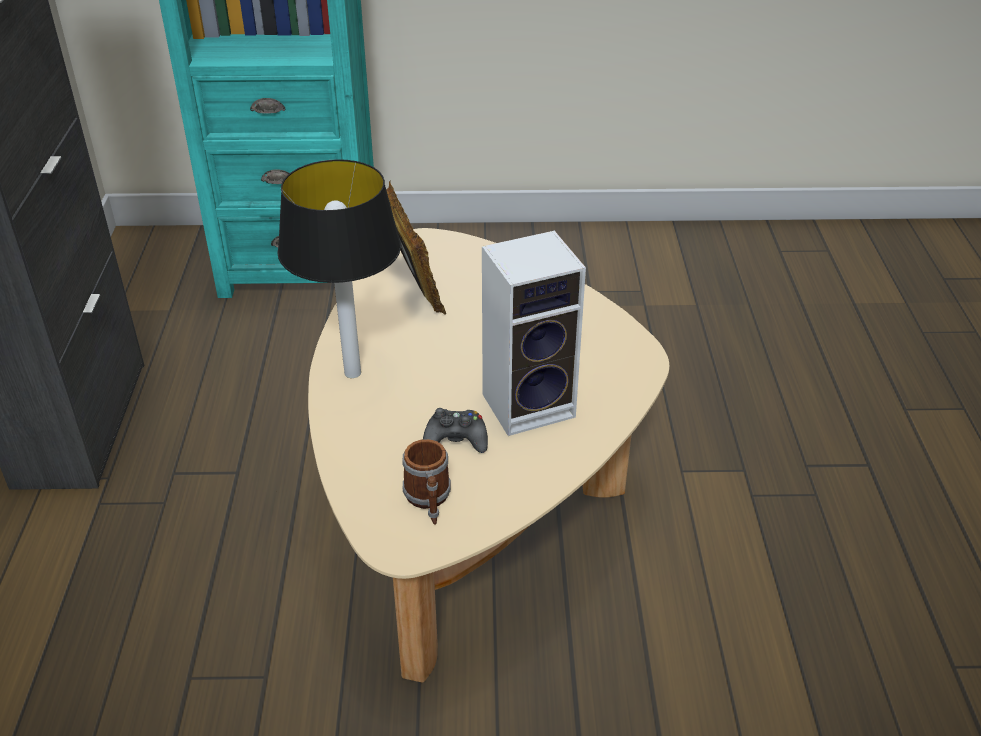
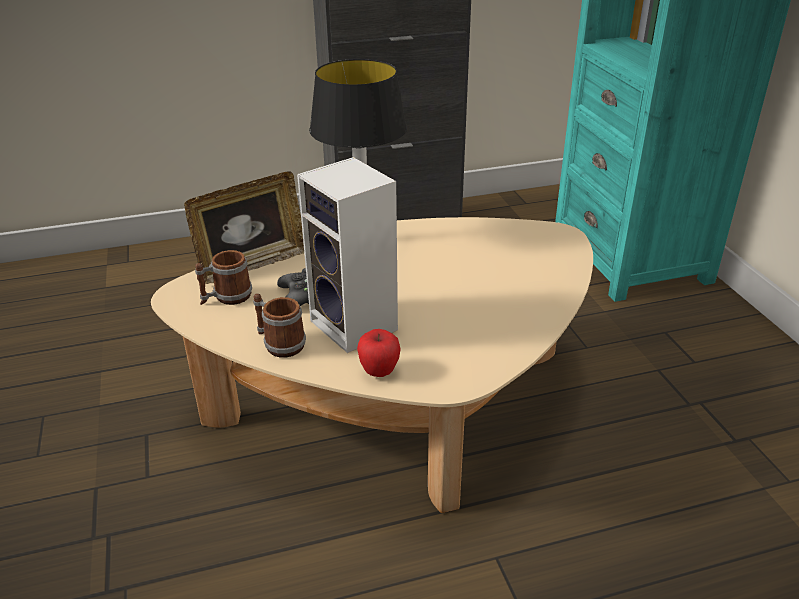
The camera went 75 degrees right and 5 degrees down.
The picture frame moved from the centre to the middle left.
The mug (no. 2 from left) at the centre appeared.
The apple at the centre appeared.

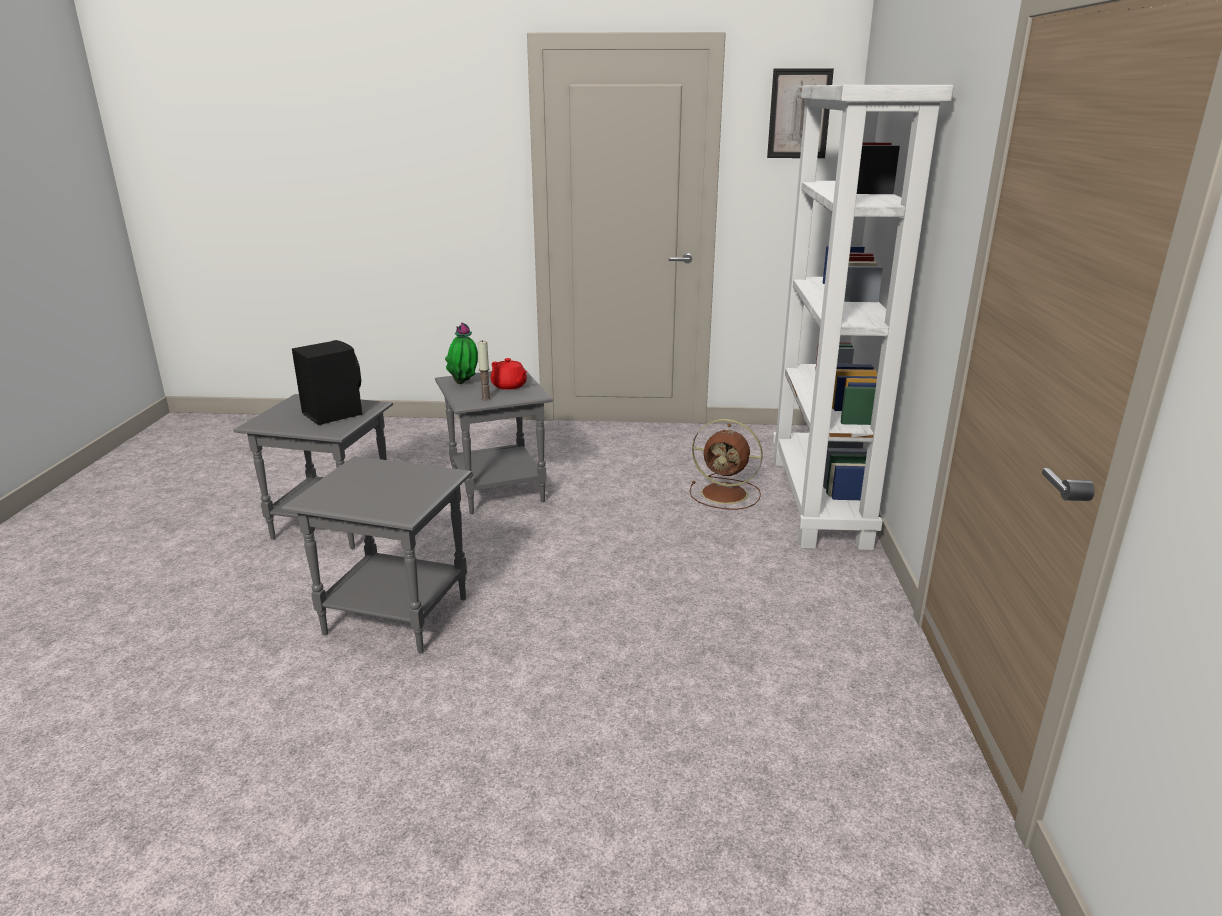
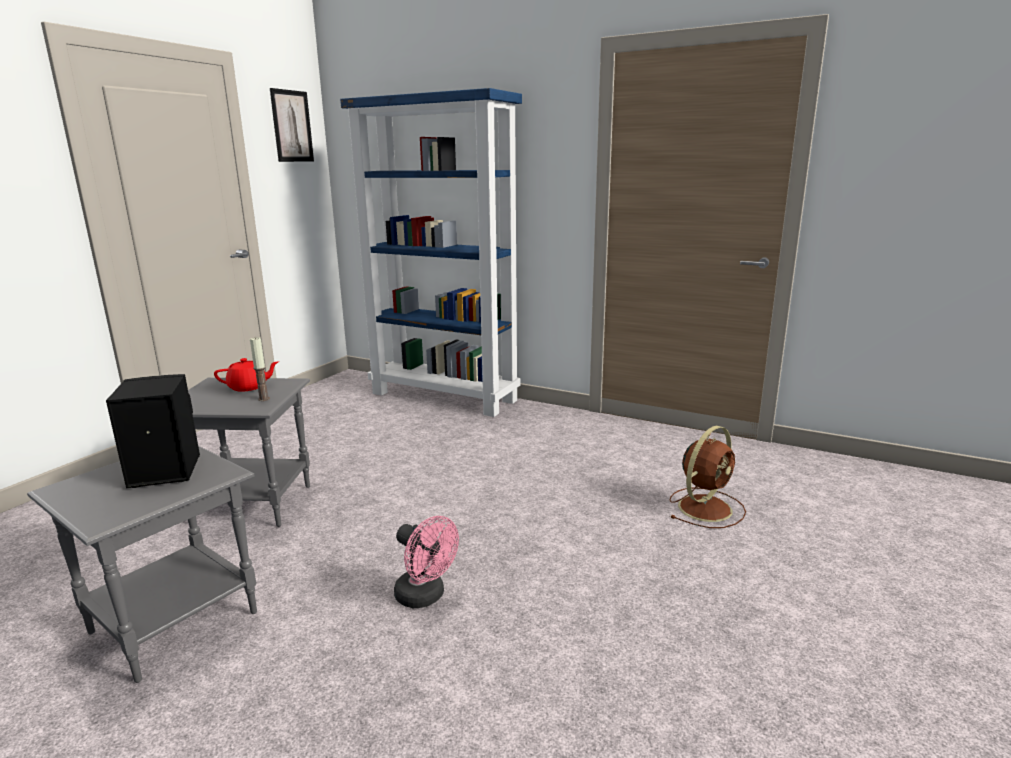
The camera went 65 degrees left and 5 degrees down.
The white bookcase at the middle right became the blue bookcase at the top centre.
The potted plant at the centre disappeared.
The brown fan moved from the centre to the middle right.
The grey side table (no. 2 from left) at the middle left was replaced by the pink fan at the bottom centre.

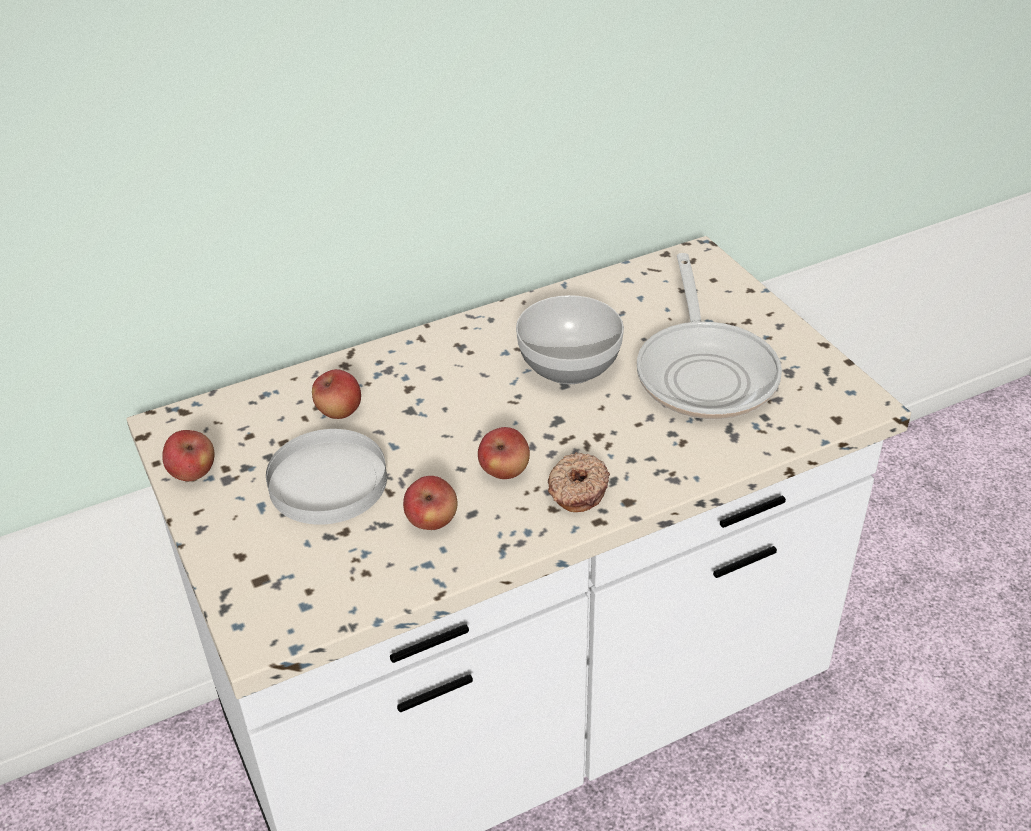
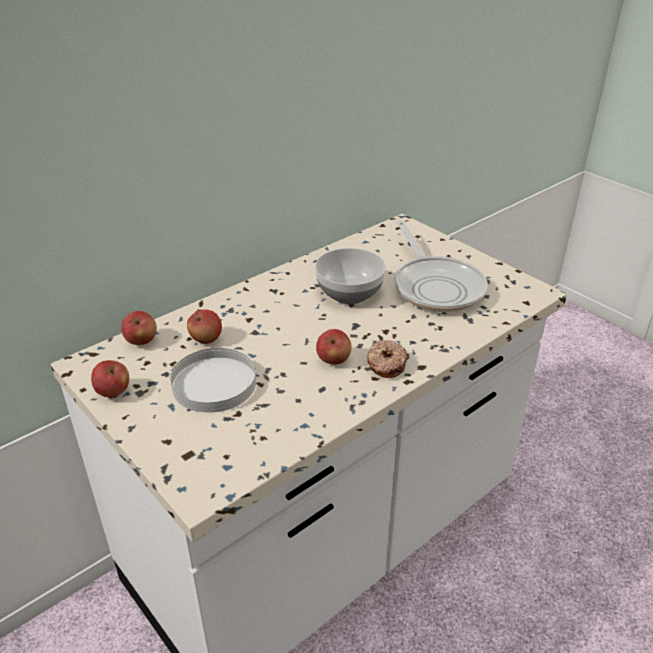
The camera went 15 degrees left and 5 degrees down.
The apple (no. 3 from left in the first image) moved from the centre to the middle left.

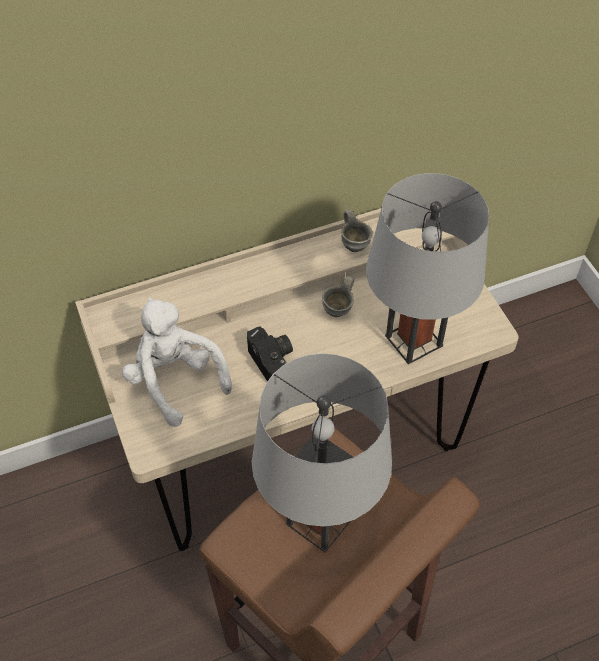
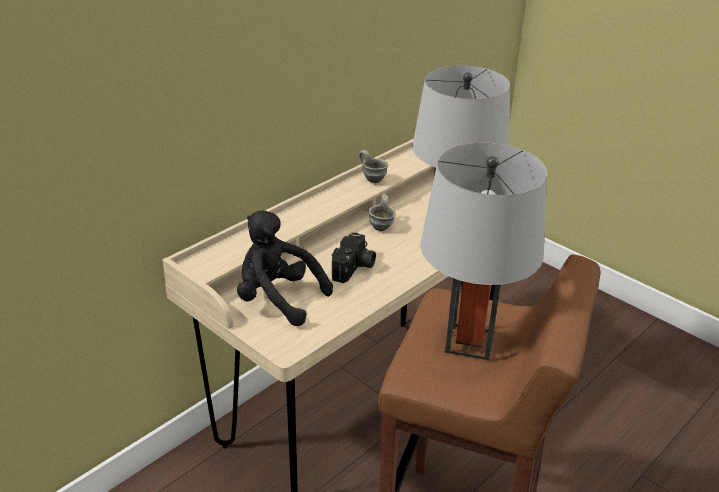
The camera went 25 degrees left and 20 degrees down.
The white plush toy at the middle left became the black plush toy at the centre.
The photo camera at the centre turned 75 degrees clockwise.

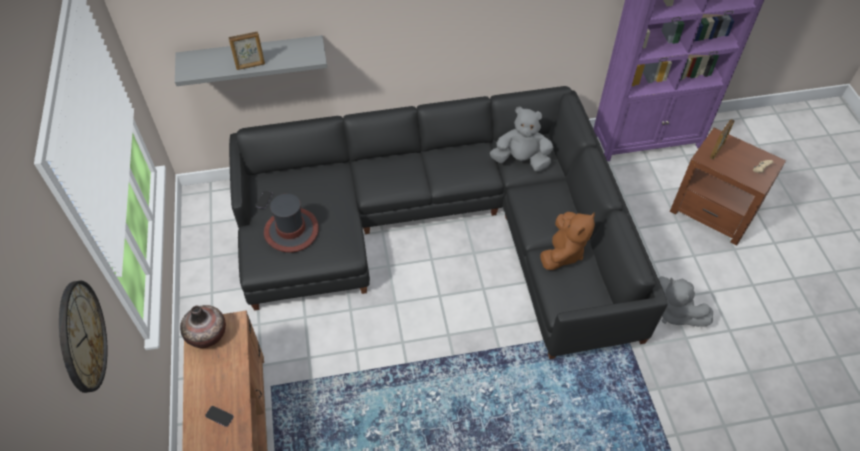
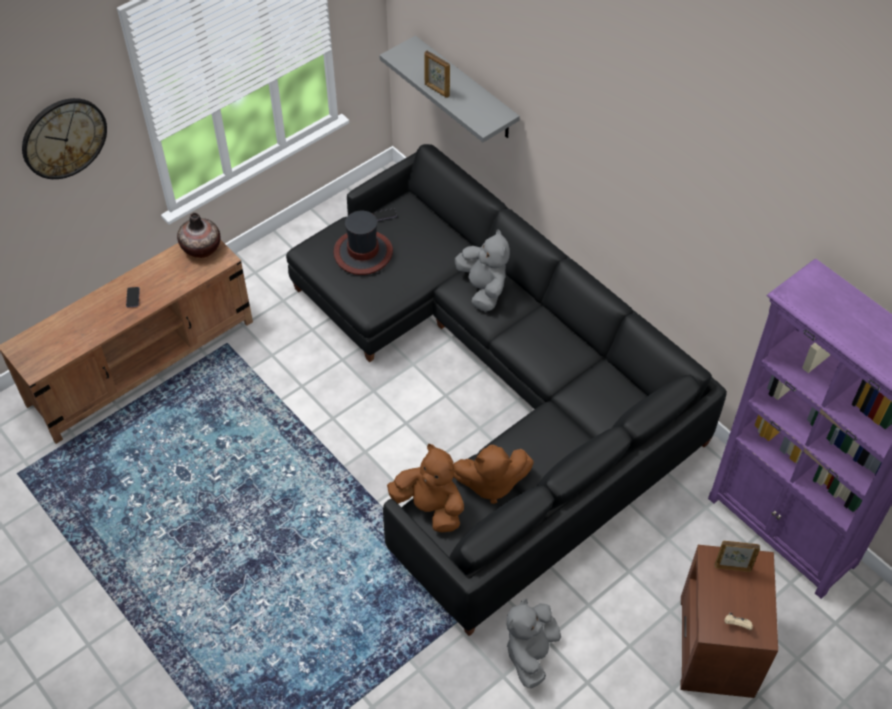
The camera went 60 degrees right and 0 degrees up.
The grey plush toy (no. 1 from left) moved from the top centre to the centre.
The brown plush toy (no. 1 from left) at the bottom centre appeared.

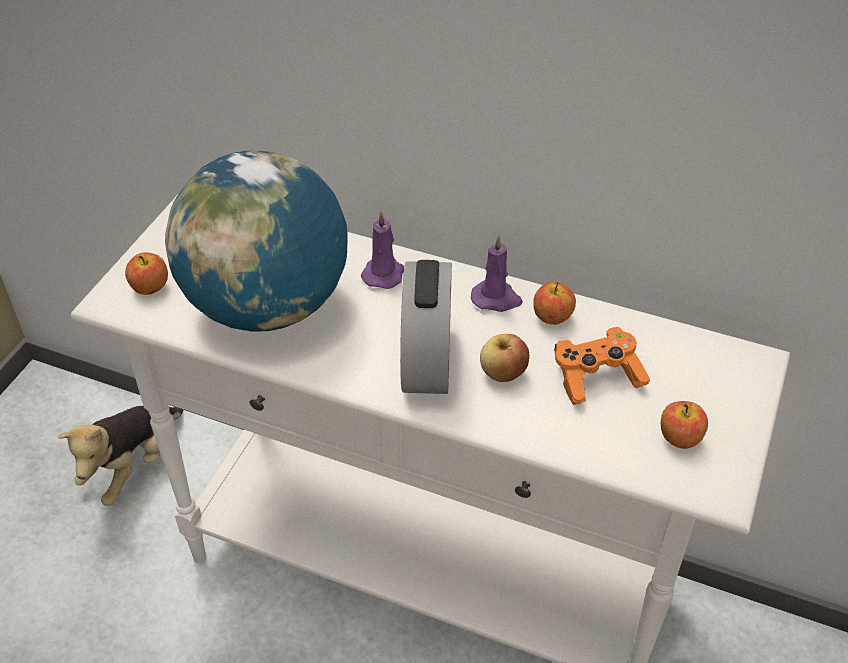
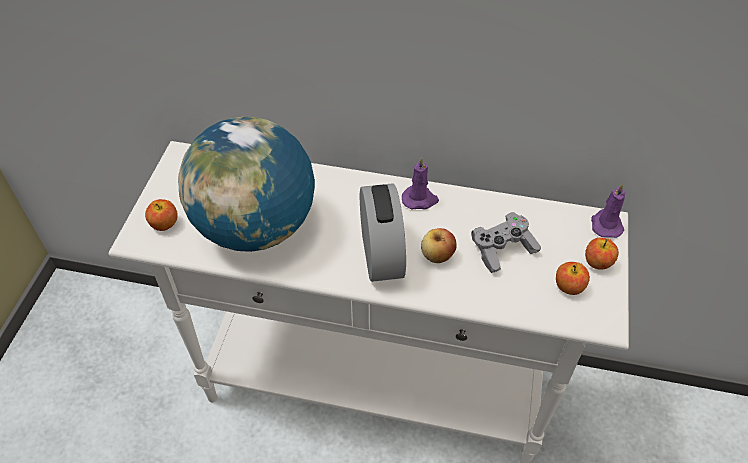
The camera went 10 degrees left and 5 degrees up.
The purple candle (no. 1 from left in the first image) moved from the centre to the middle right.
The apple (no. 3 from left in the first image) moved from the centre to the middle right.
The orange game controller at the middle right became the grey game controller at the middle right.
The plush toy at the bottom left disappeared.

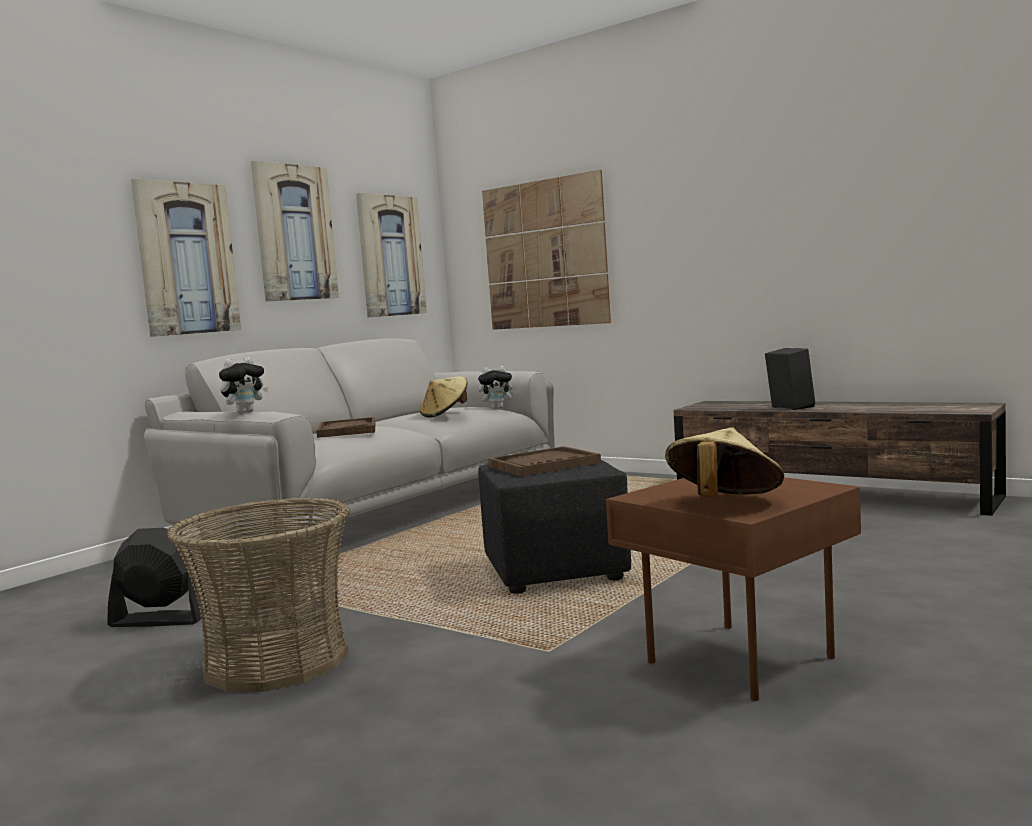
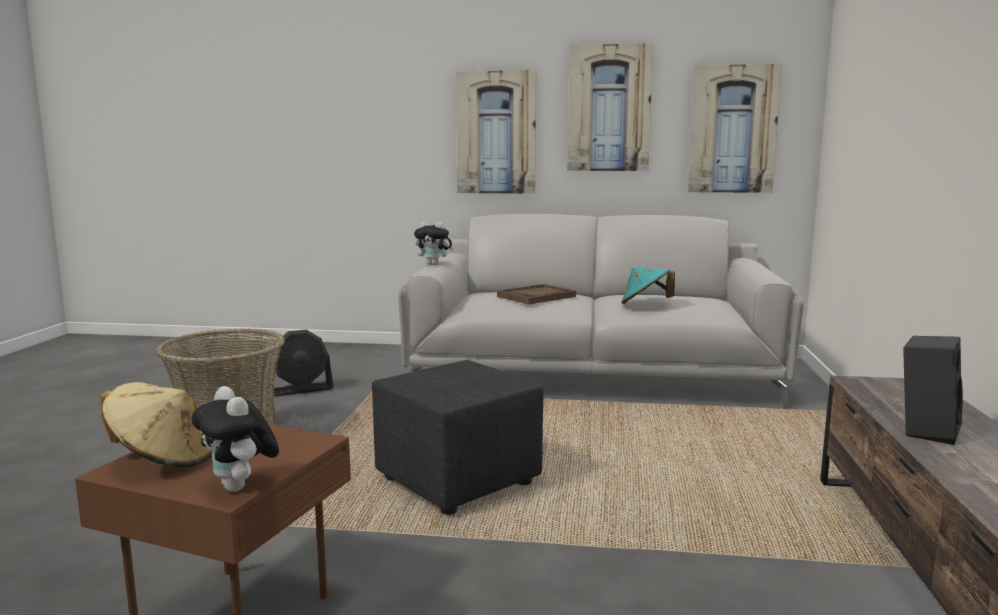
The camera went 60 degrees right and 5 degrees up.
The picture (no. 4 from left) at the top centre disappeared.
The plush toy (no. 2 from left in the first image) moved from the centre to the bottom left.
The beige hat (no. 1 from left) at the centre became the turquoise hat at the centre.
The brown tray (no. 2 from left) at the centre disappeared.
The black fan at the bottom left turned 90 degrees clockwise.

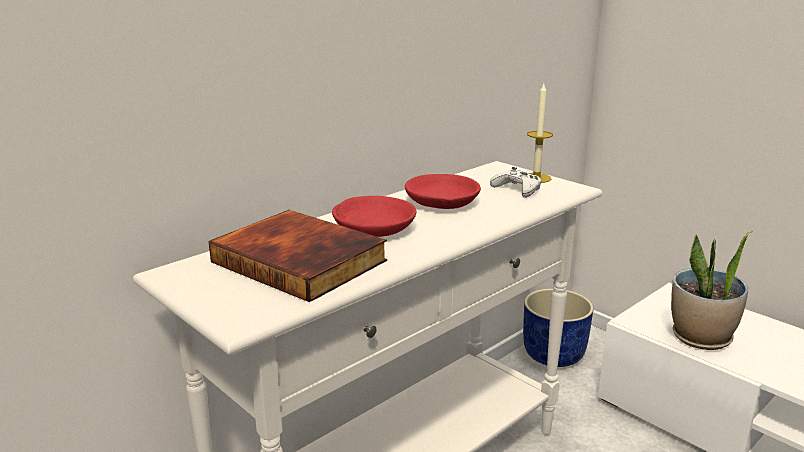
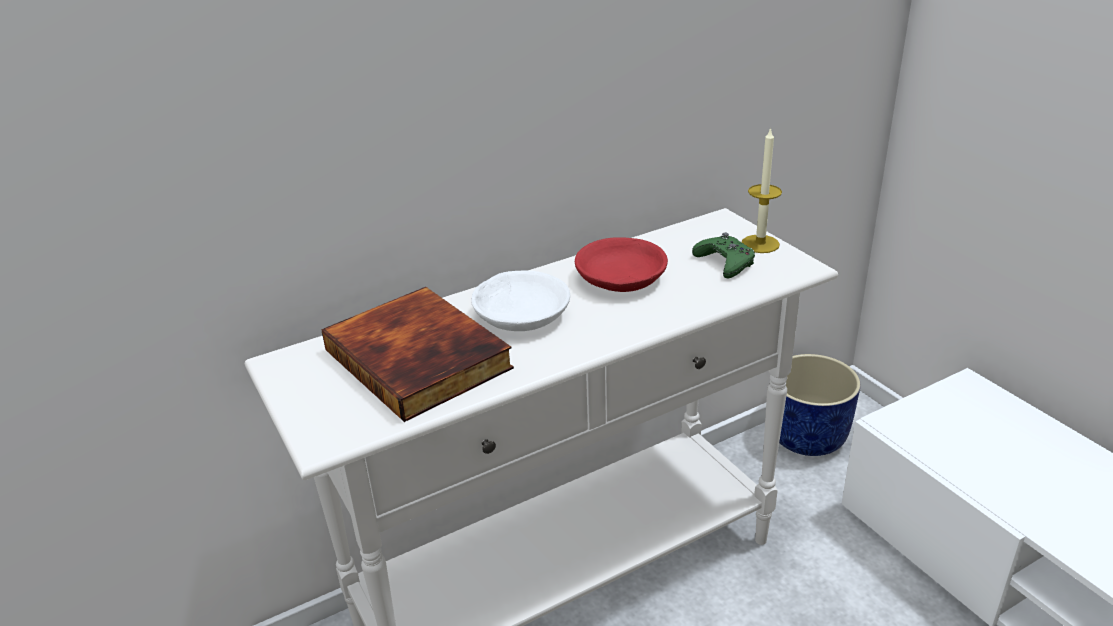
The camera went 15 degrees right and 10 degrees up.
The white game controller at the centre became the green game controller at the centre.
The red bowl (no. 1 from left) at the centre became the white bowl at the centre.
The potted plant at the middle right disappeared.

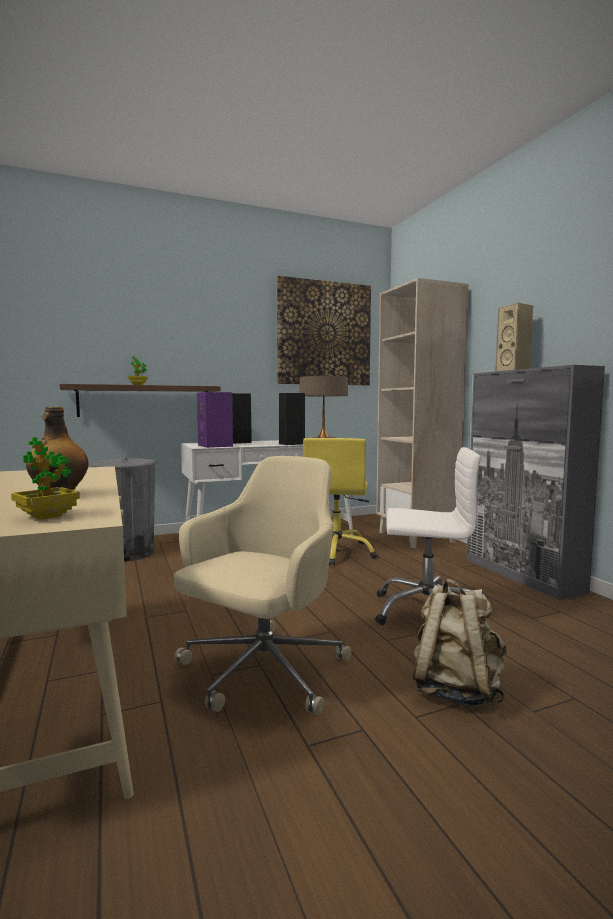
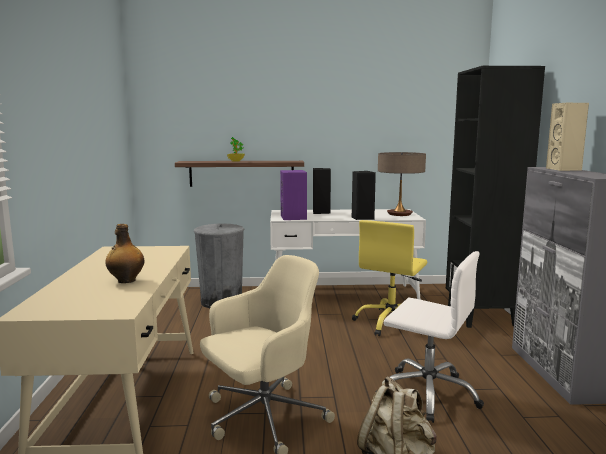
The camera went 20 degrees right and 5 degrees up.
The picture at the centre disappeared.
The beige bookcase at the middle right became the black bookcase at the middle right.
The potted plant (no. 1 from left) at the middle left disappeared.

